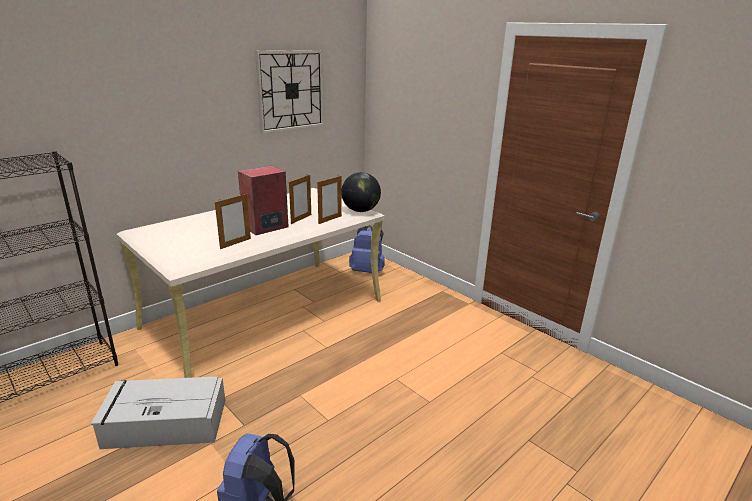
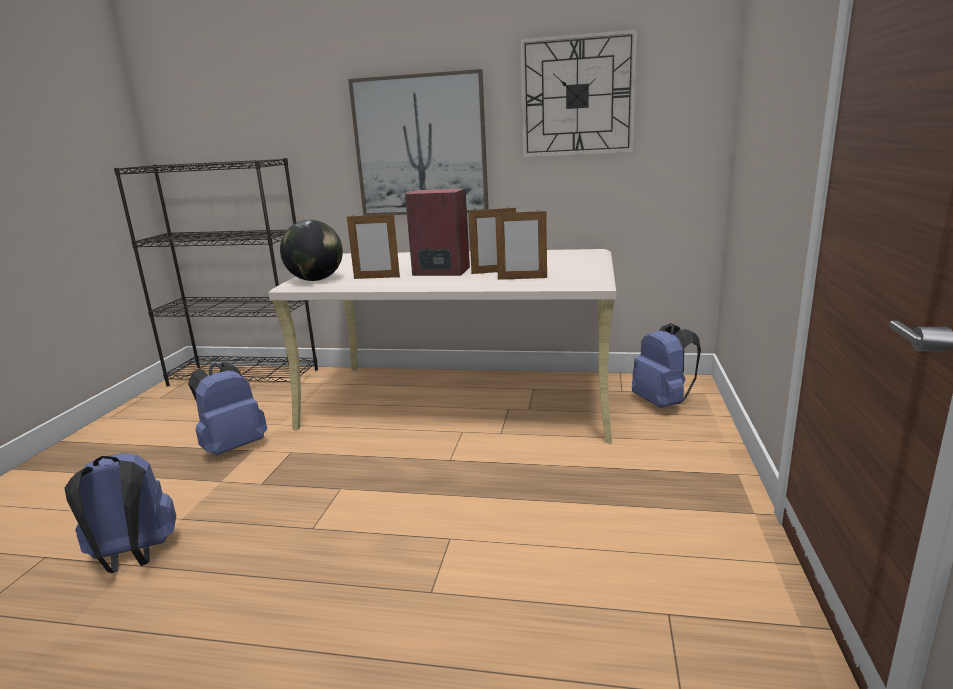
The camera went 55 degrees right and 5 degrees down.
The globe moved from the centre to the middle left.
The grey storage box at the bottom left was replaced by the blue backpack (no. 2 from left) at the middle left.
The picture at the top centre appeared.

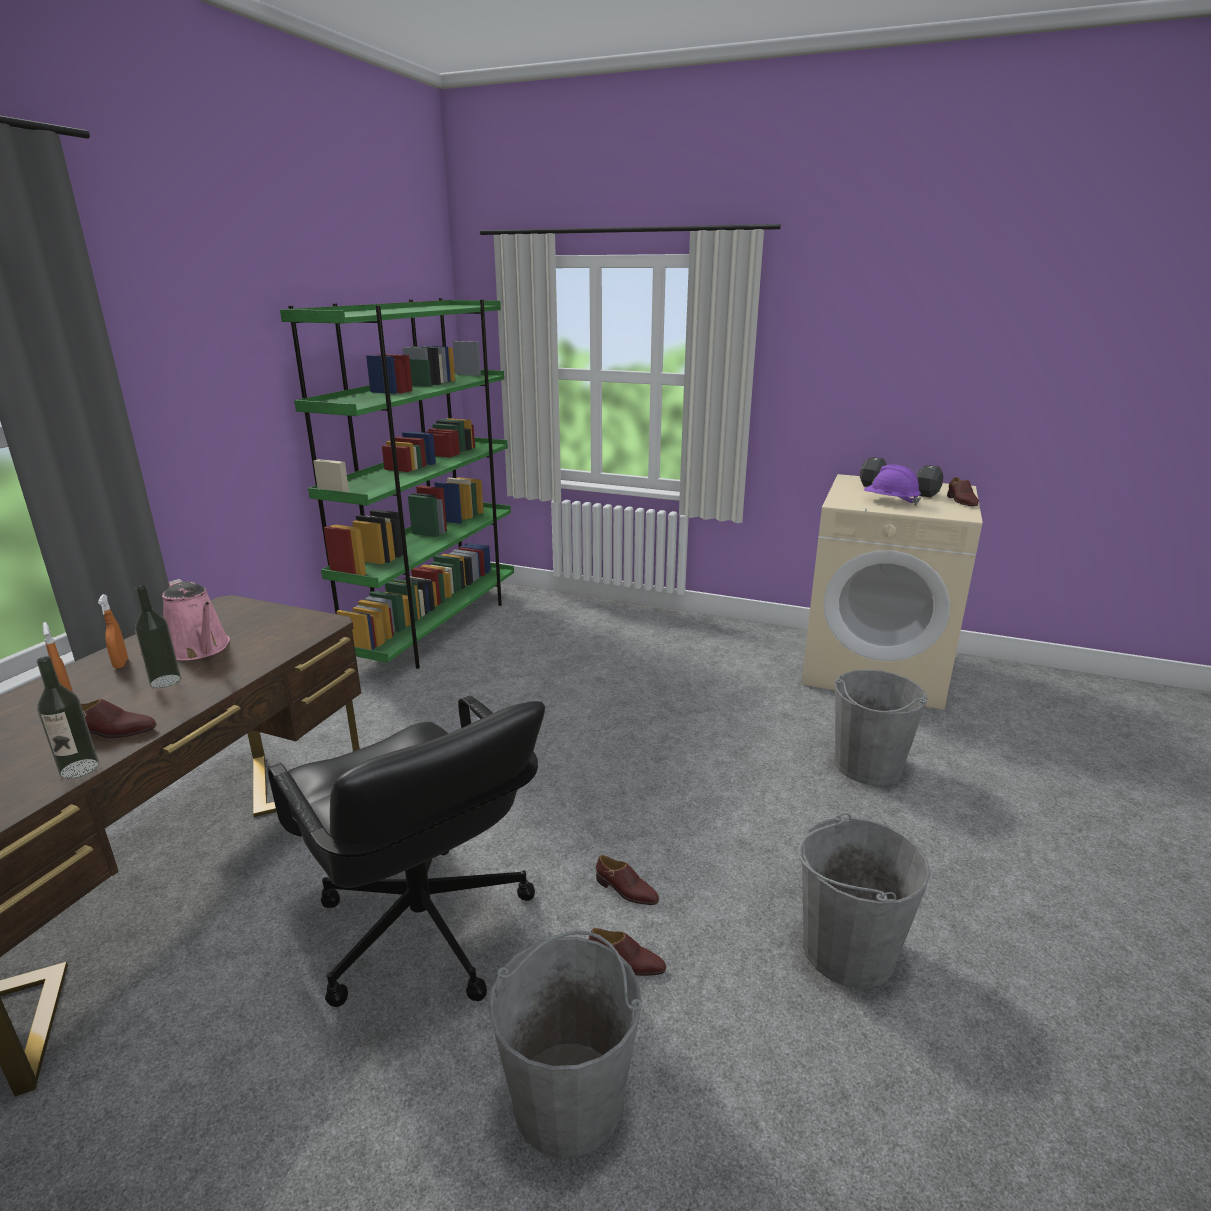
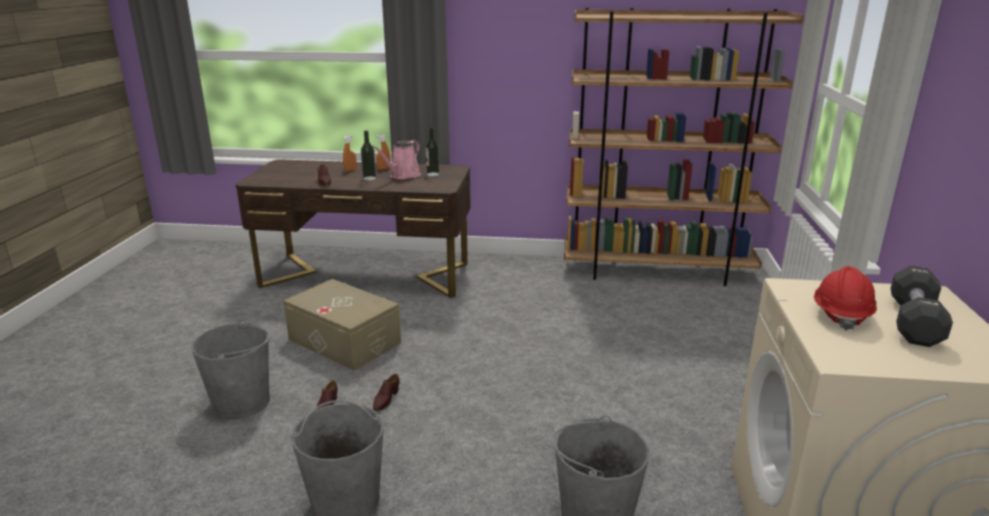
The camera went 75 degrees right and 0 degrees up.
The green bookcase at the middle left became the brown bookcase at the top right.
The purple hard hat at the middle right became the red hard hat at the middle right.
The brown shoe (no. 4 from left) at the middle right disappeared.
The bottle (no. 1 from left in the first image) moved from the middle left to the top centre.
The black office chair at the bottom centre was replaced by the beige storage box at the centre.

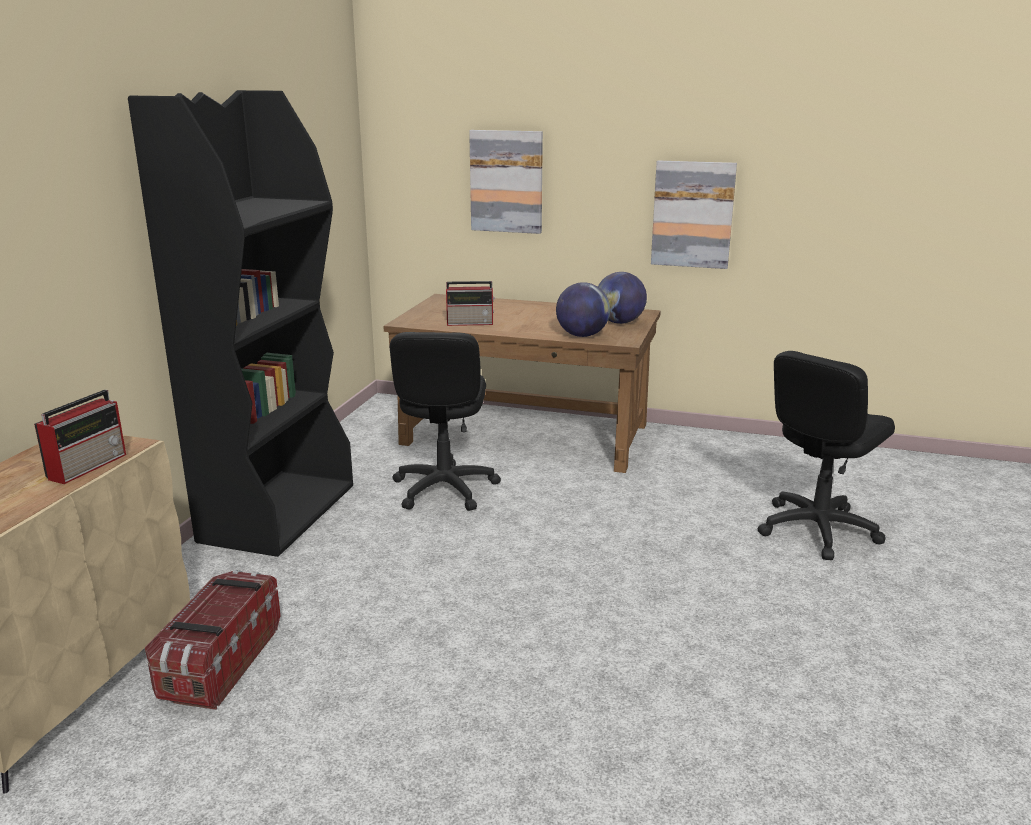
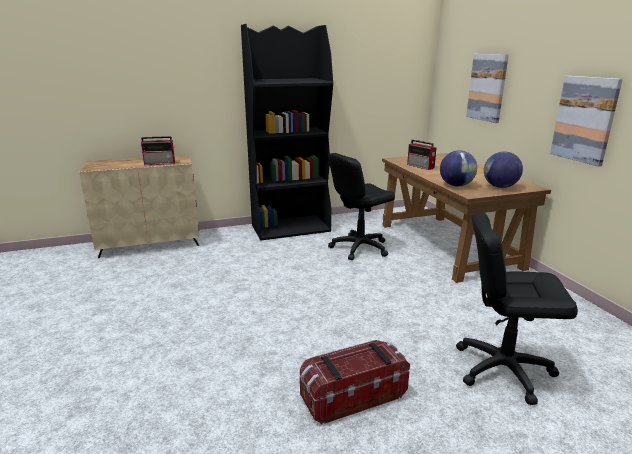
The camera went 55 degrees right and 0 degrees up.
The storage box moved from the bottom left to the bottom centre.

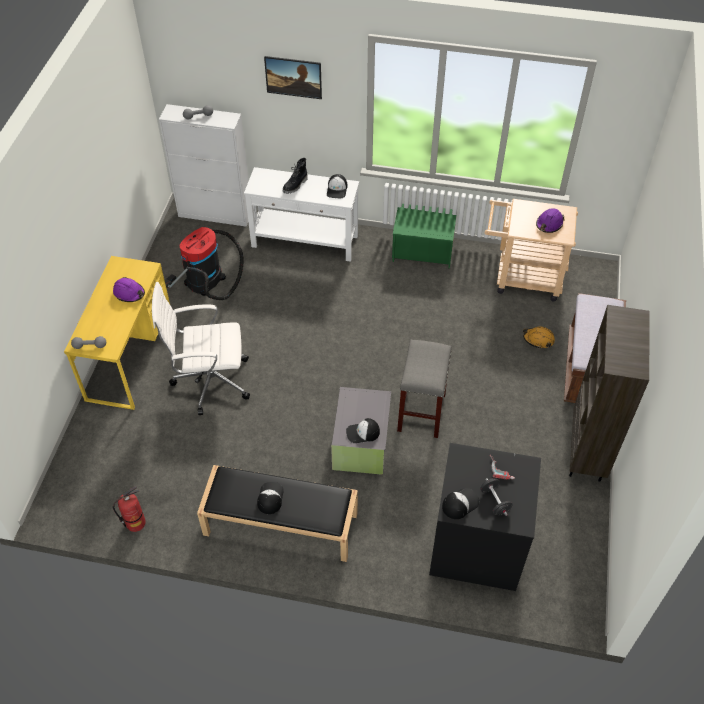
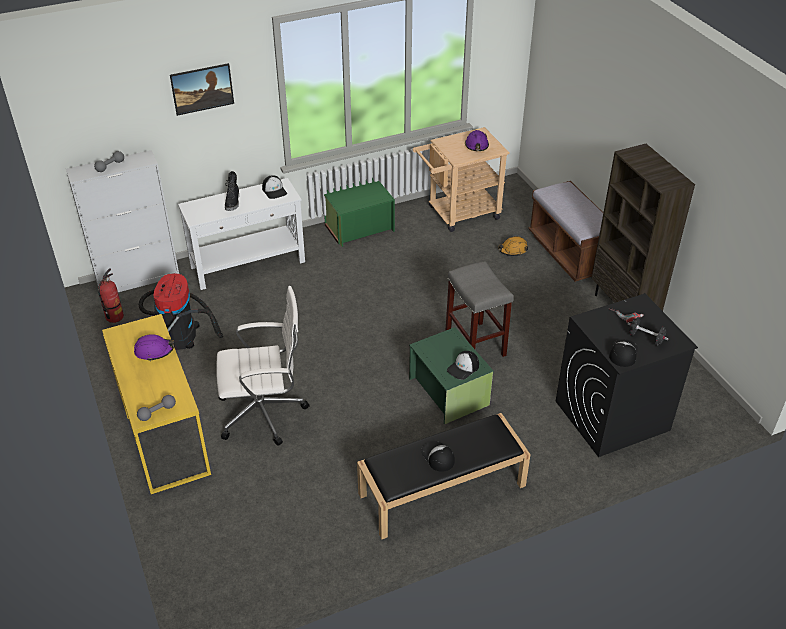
The camera went 35 degrees left and 10 degrees down.
The white office chair at the middle left turned 150 degrees counterclockwise.
The grey storage box at the centre became the green storage box (no. 2 from left) at the centre.
The fire extinguisher moved from the bottom left to the middle left.

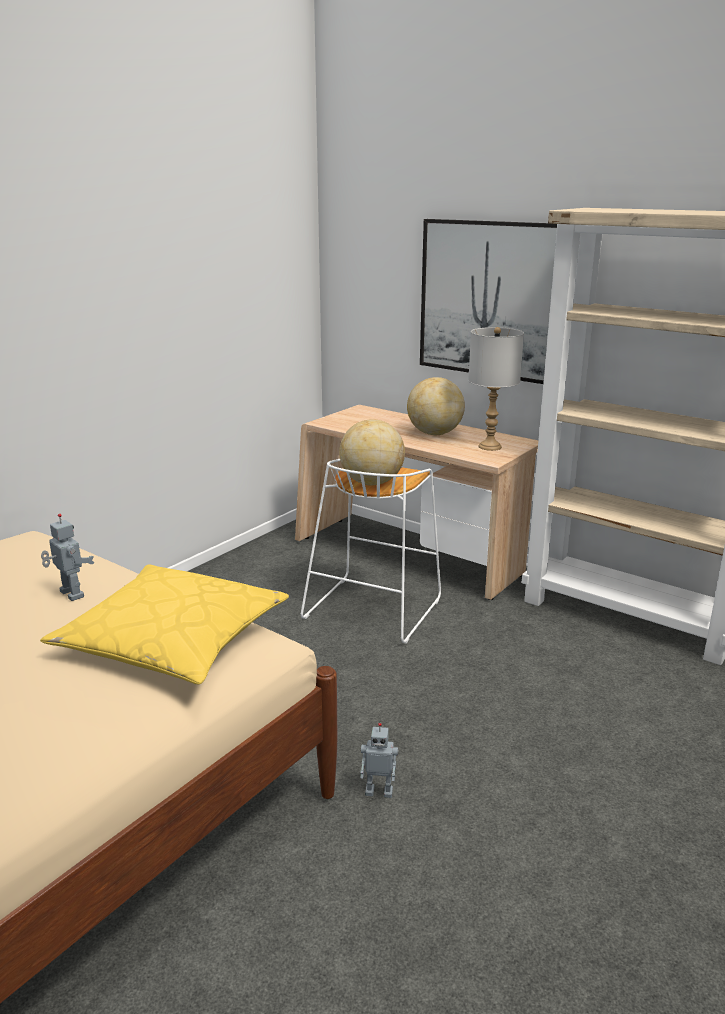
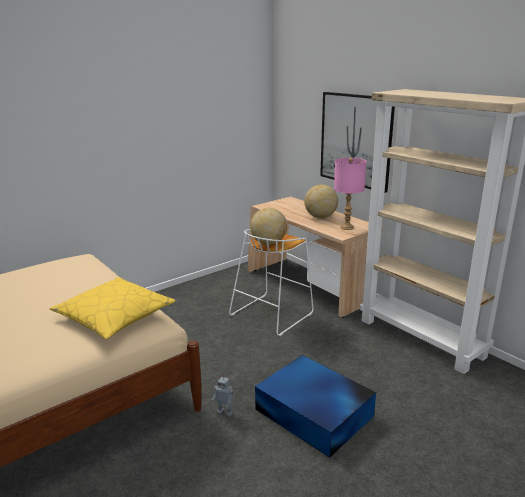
The camera went 15 degrees right and 0 degrees up.
The grey table lamp at the middle right became the pink table lamp at the middle right.
The toy robot (no. 1 from left) at the middle left disappeared.
The blue storage box at the bottom centre appeared.

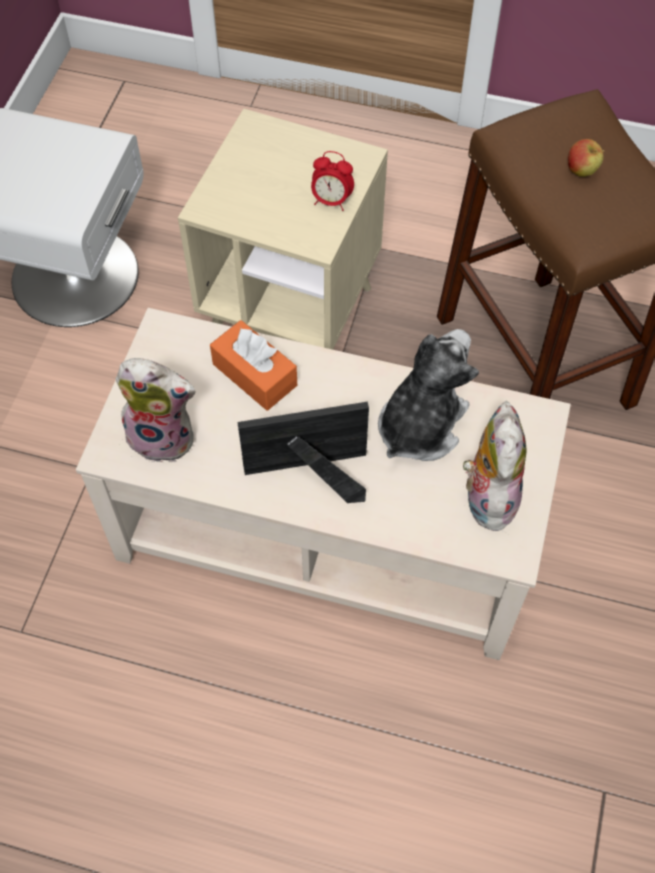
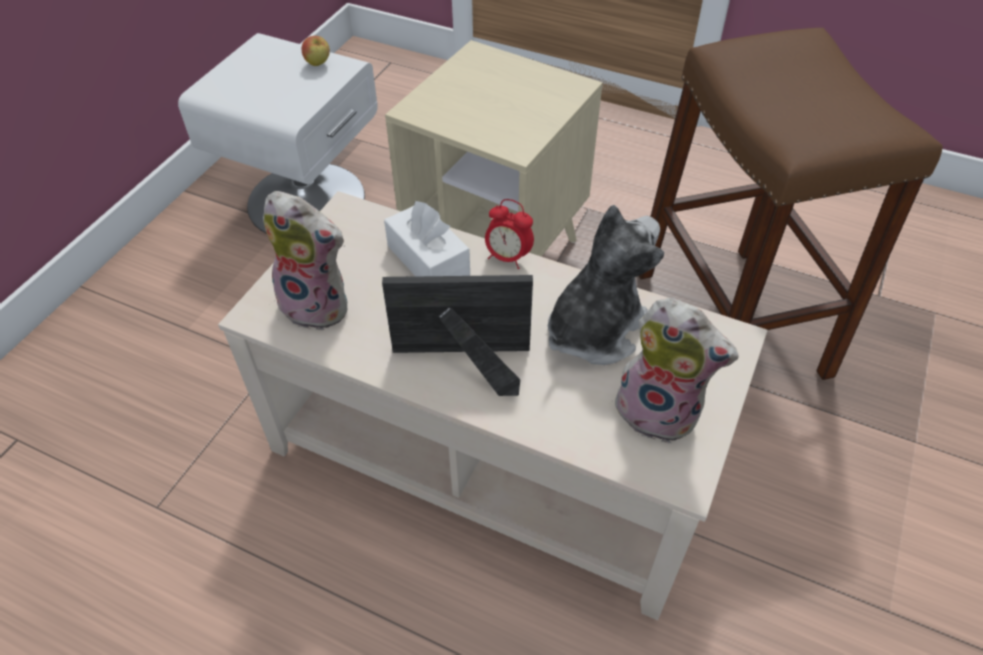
The camera went 10 degrees right and 10 degrees down.
The apple moved from the top right to the top left.
The alarm clock moved from the top centre to the centre.
The orange tissue box at the centre became the white tissue box at the centre.
The plush toy (no. 3 from left) at the middle right turned 105 degrees clockwise.

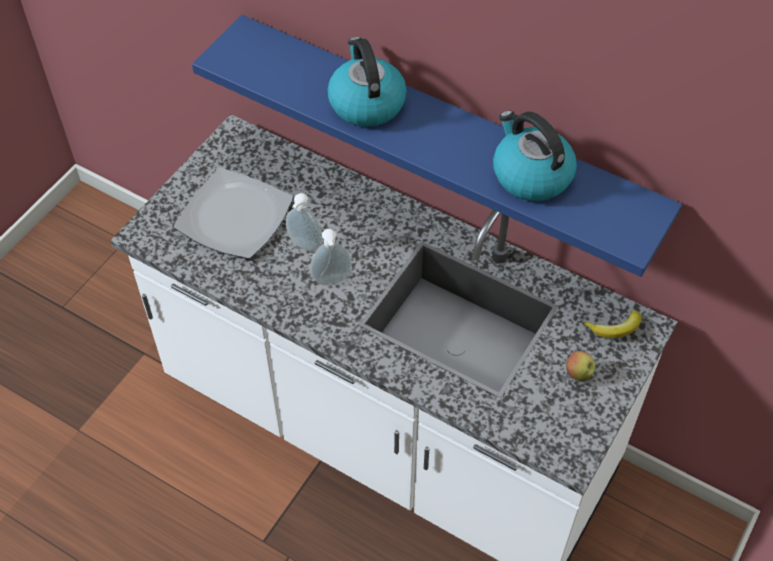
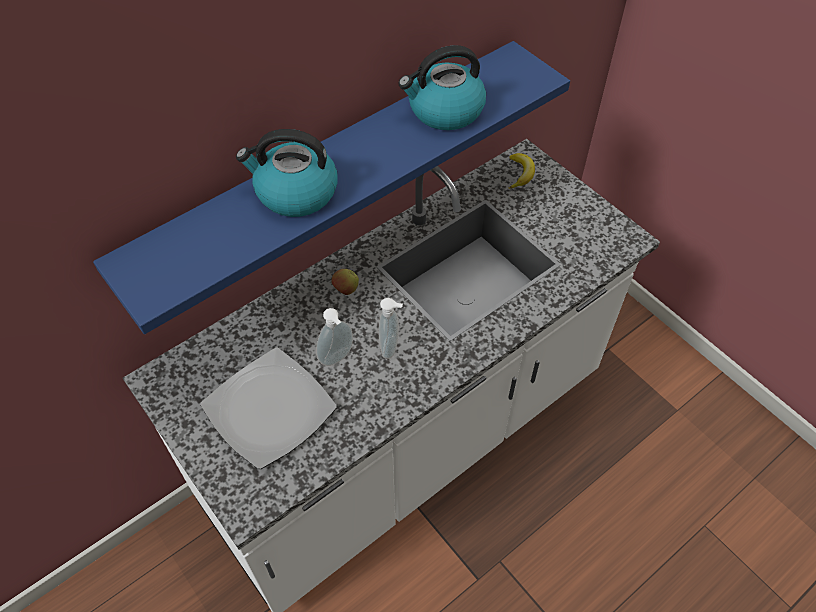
The camera went 70 degrees left and 0 degrees up.
The apple moved from the middle right to the centre.

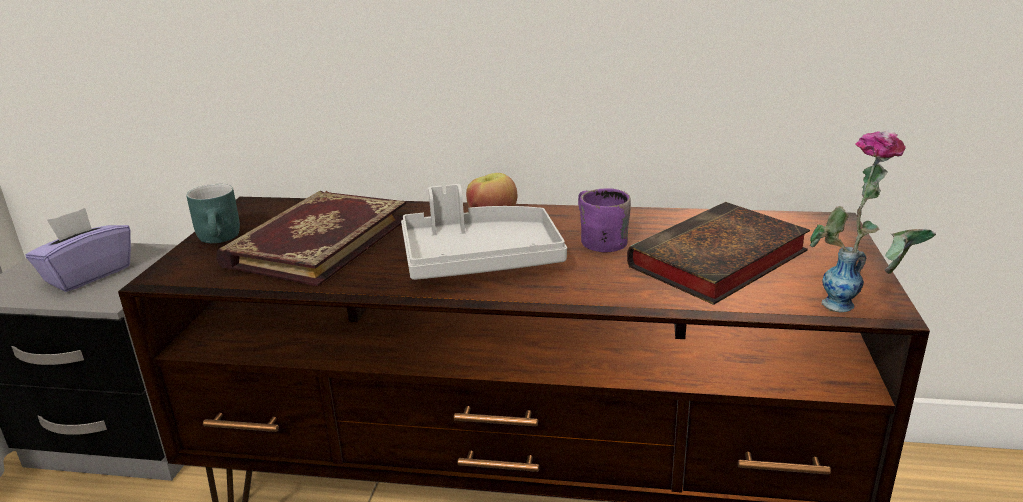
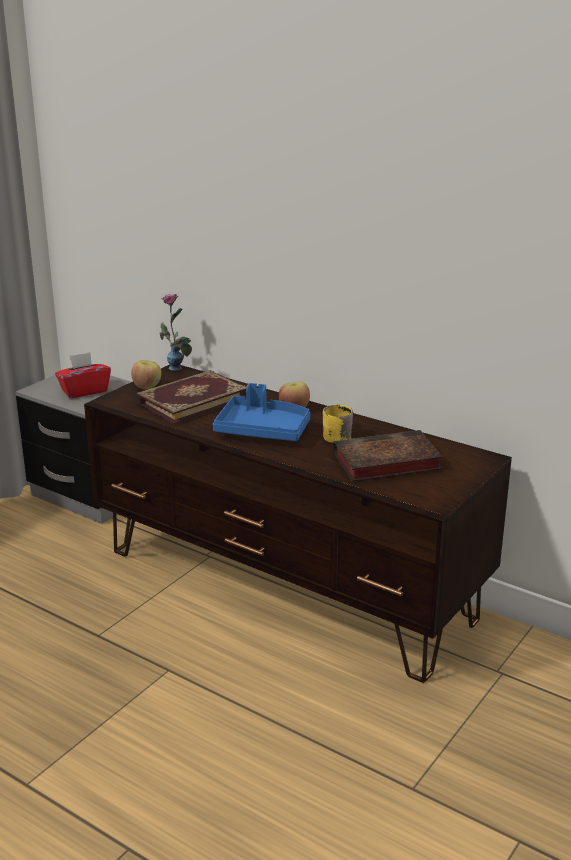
The camera went 25 degrees right and 0 degrees up.
The vase moved from the middle right to the middle left.
The turquoise mug at the middle left was replaced by the apple (no. 1 from left) at the middle left.
The grey tray at the centre became the blue tray at the centre.
The purple mug at the centre became the yellow mug at the centre.
The purple tissue box at the middle left became the red tissue box at the middle left.

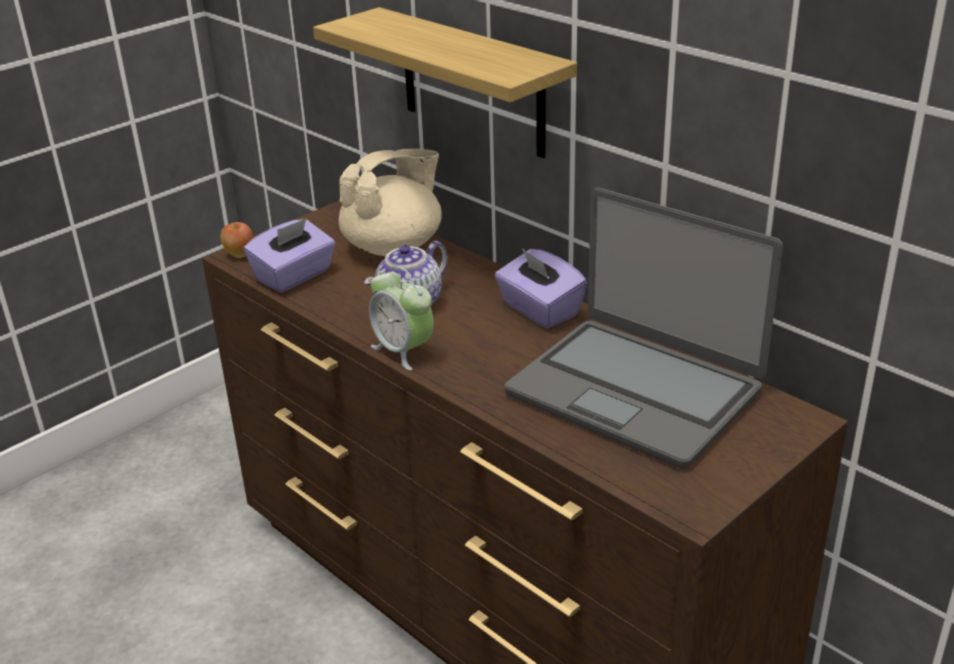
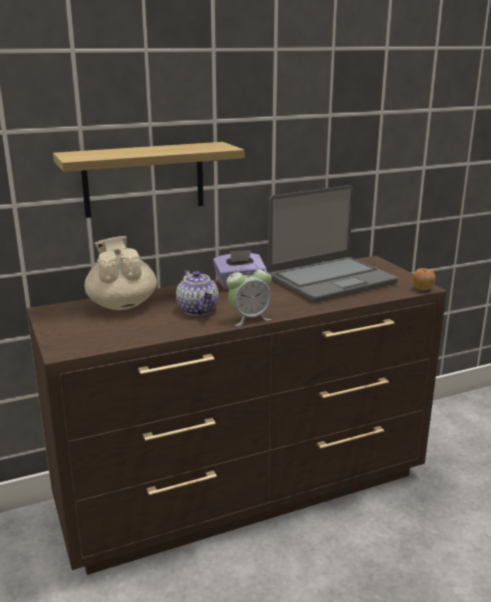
The camera went 70 degrees left and 10 degrees down.
The purple tissue box (no. 1 from left) at the middle left disappeared.
The apple moved from the middle left to the middle right.

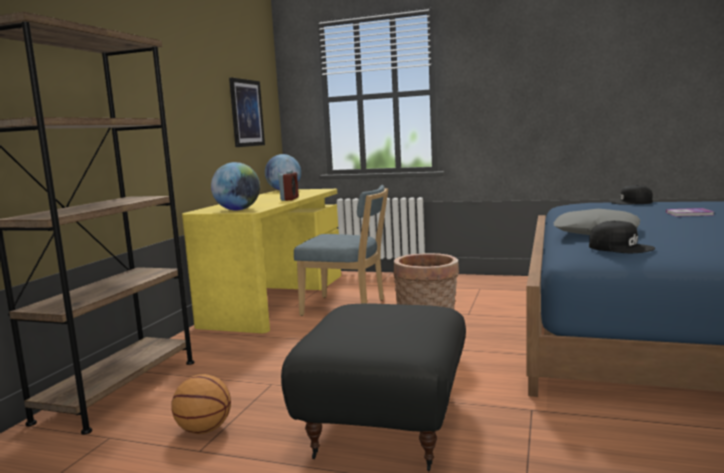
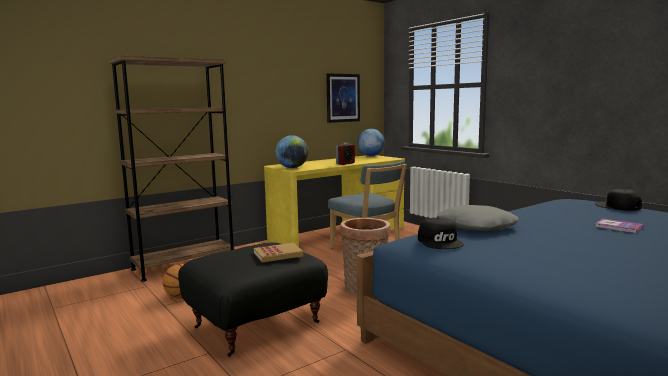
The camera went 35 degrees right and 0 degrees up.
The book (no. 1 from left) at the bottom centre appeared.

